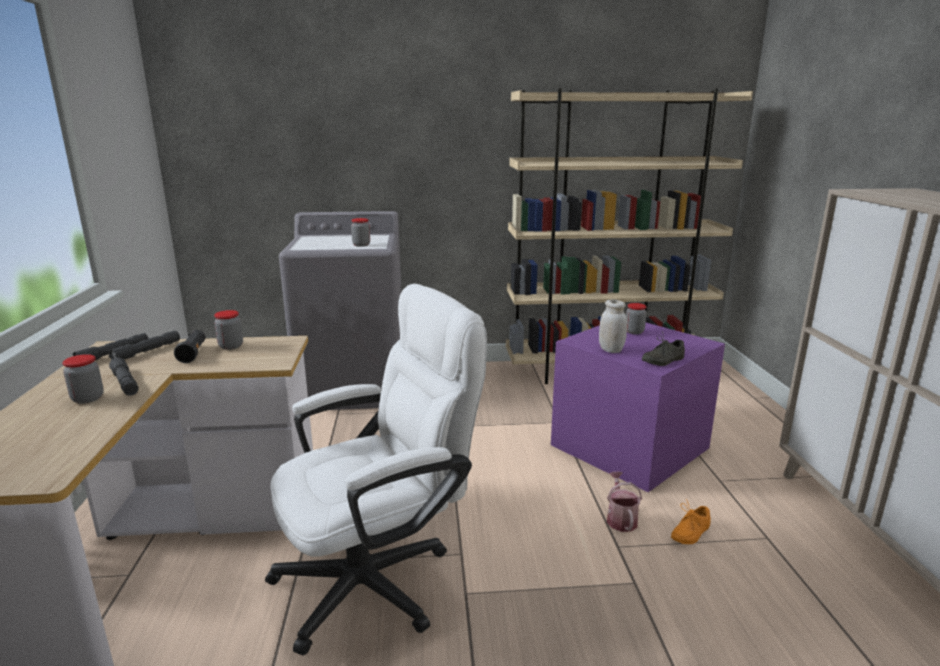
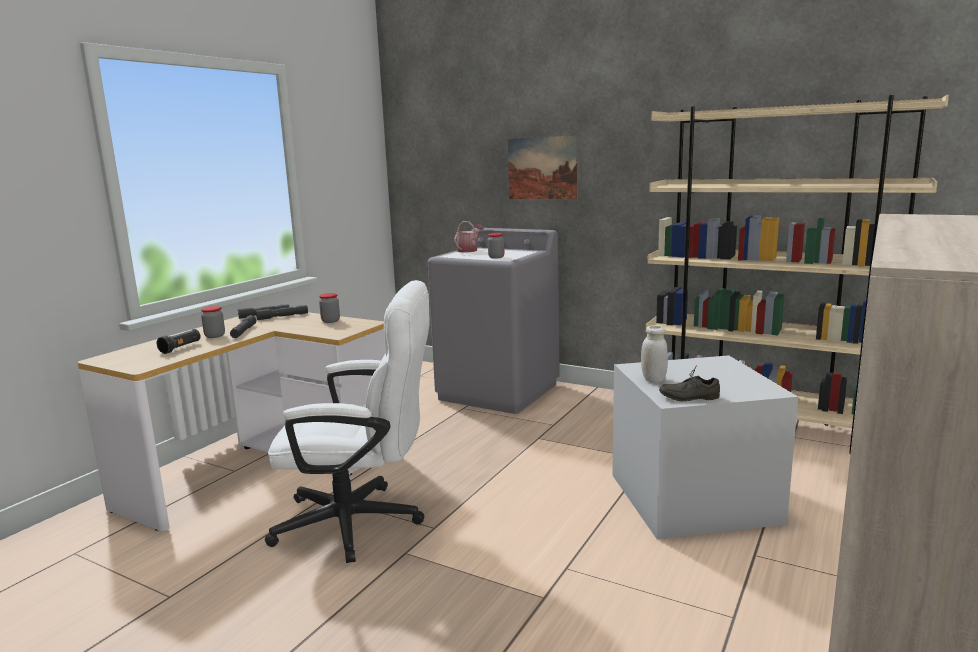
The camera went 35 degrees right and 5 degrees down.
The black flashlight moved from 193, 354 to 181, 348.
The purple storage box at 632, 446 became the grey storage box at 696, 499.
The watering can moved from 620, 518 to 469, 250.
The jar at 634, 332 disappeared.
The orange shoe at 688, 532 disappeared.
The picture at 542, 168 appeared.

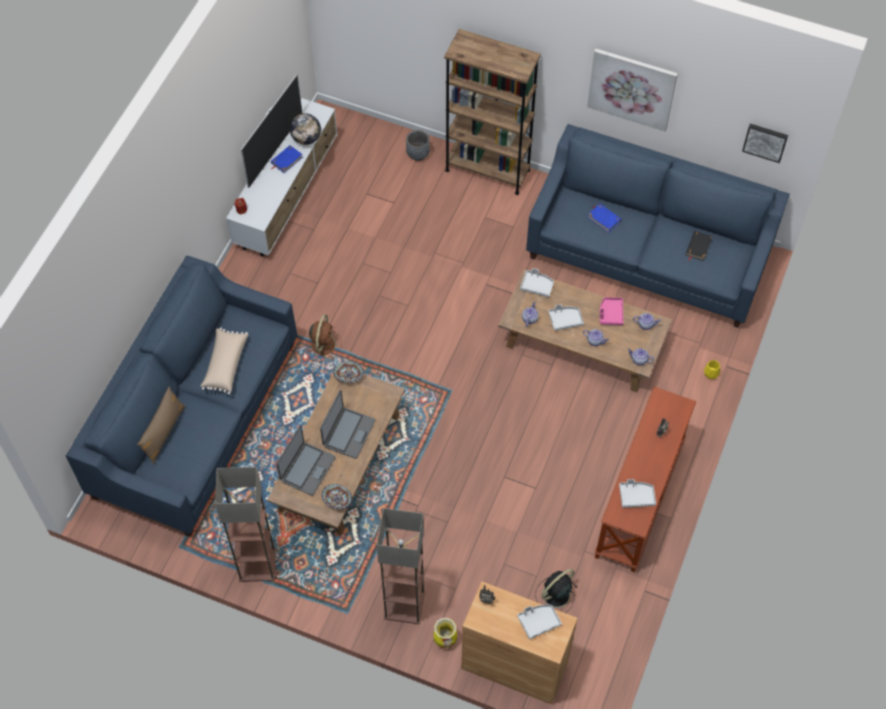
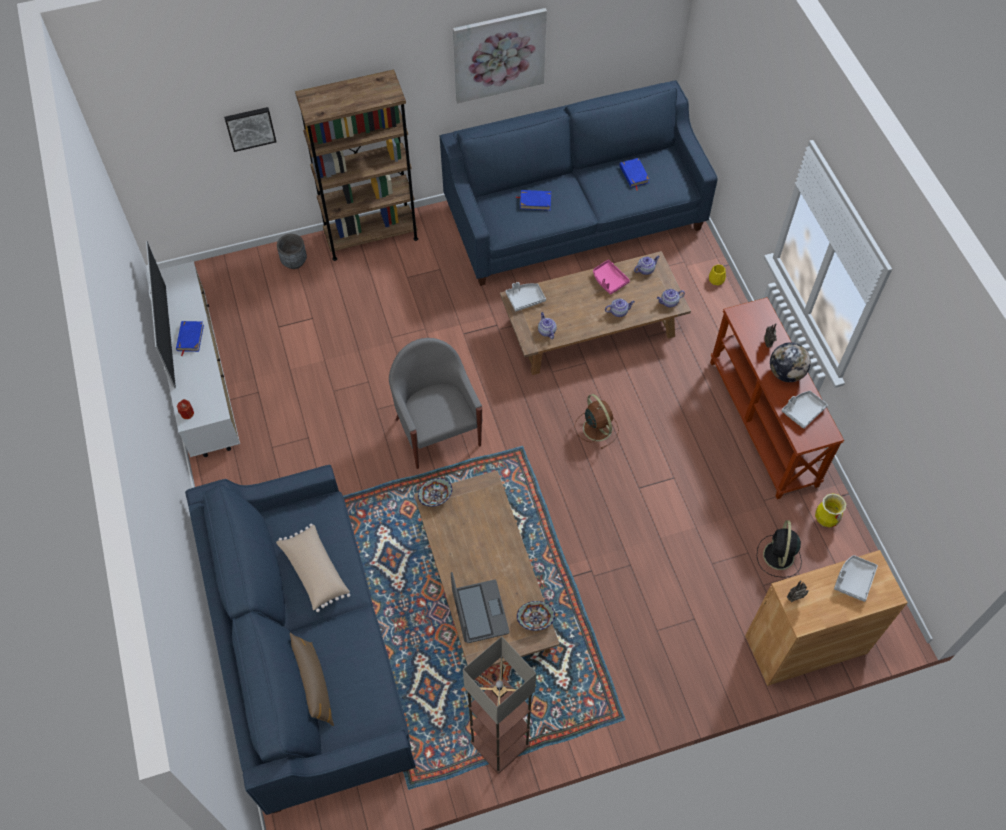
The camera went 40 degrees left and 0 degrees up.
The globe moved from 306, 138 to 786, 373.
The brown fan moved from 323, 344 to 596, 427.
The laptop at 348, 433 disappeared.
The floor lamp at 403, 605 disappeared.
The vase moved from 445, 640 to 824, 520.
The grey tray at 565, 320 disappeared.
The black book at 698, 247 became the blue book at 634, 174.
The picture moved from 765, 141 to 250, 127.
The grey armchair at 437, 430 appeared.

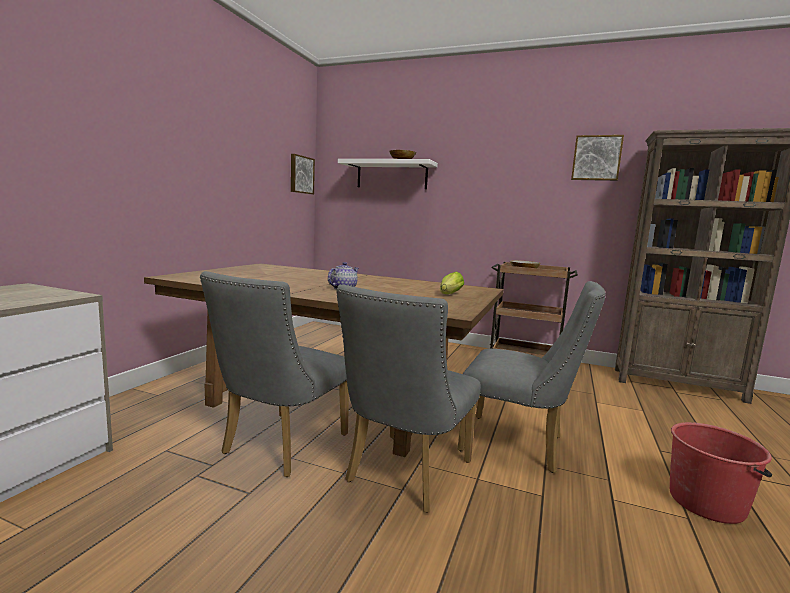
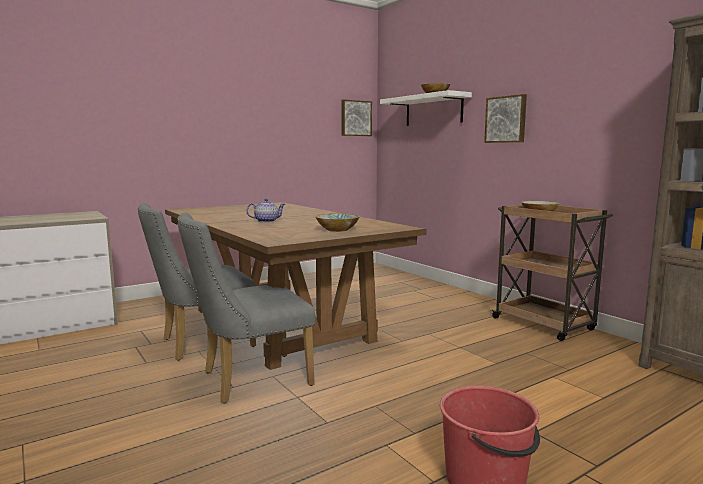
The camera went 35 degrees right and 0 degrees up.
The lettuce at 449, 295 was replaced by the bowl at 338, 230.
The grey chair at 520, 445 disappeared.
The picture moved from 596, 158 to 506, 119.

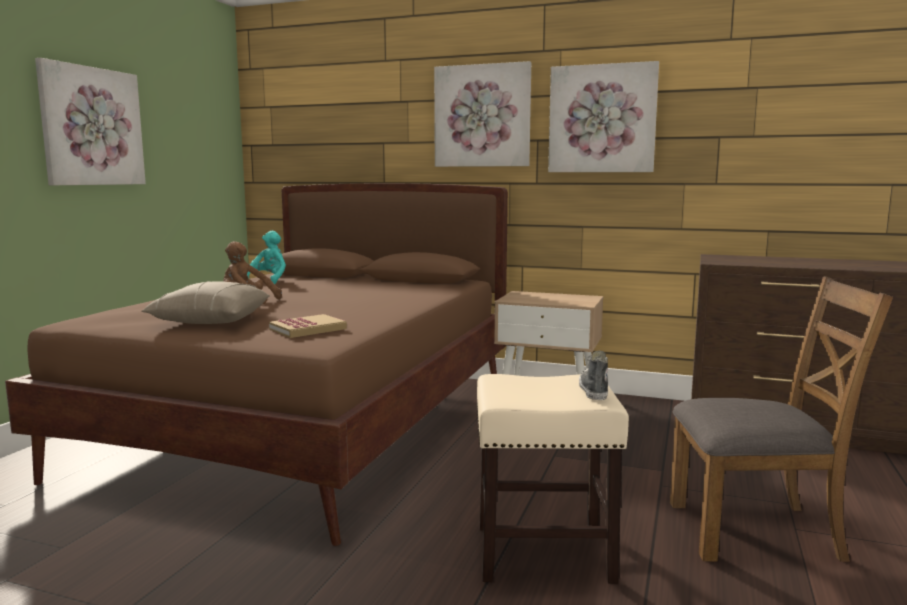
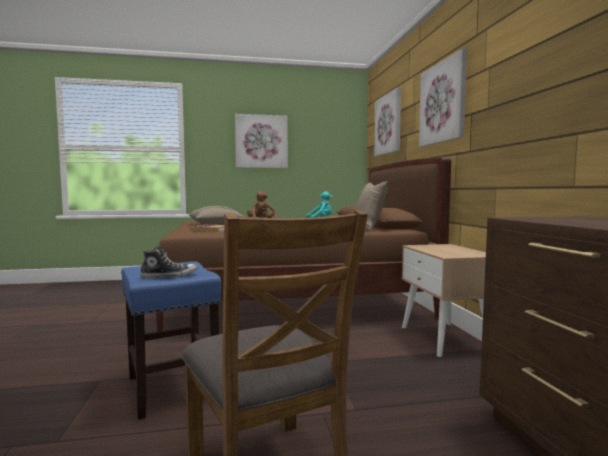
The camera went 60 degrees right and 5 degrees down.
The beige stool at 541, 553 became the blue stool at 171, 386.
The picture moved from 602, 119 to 388, 124.
The beige pillow at 367, 228 appeared.

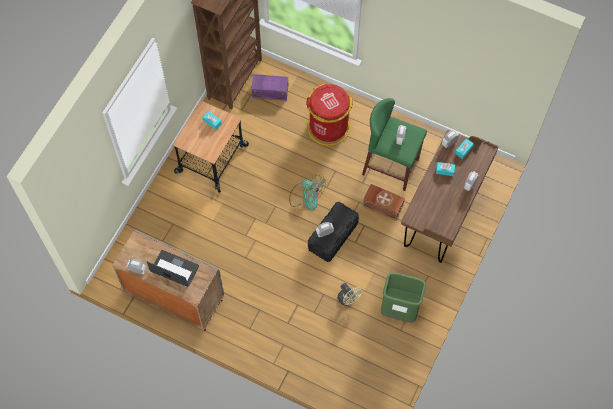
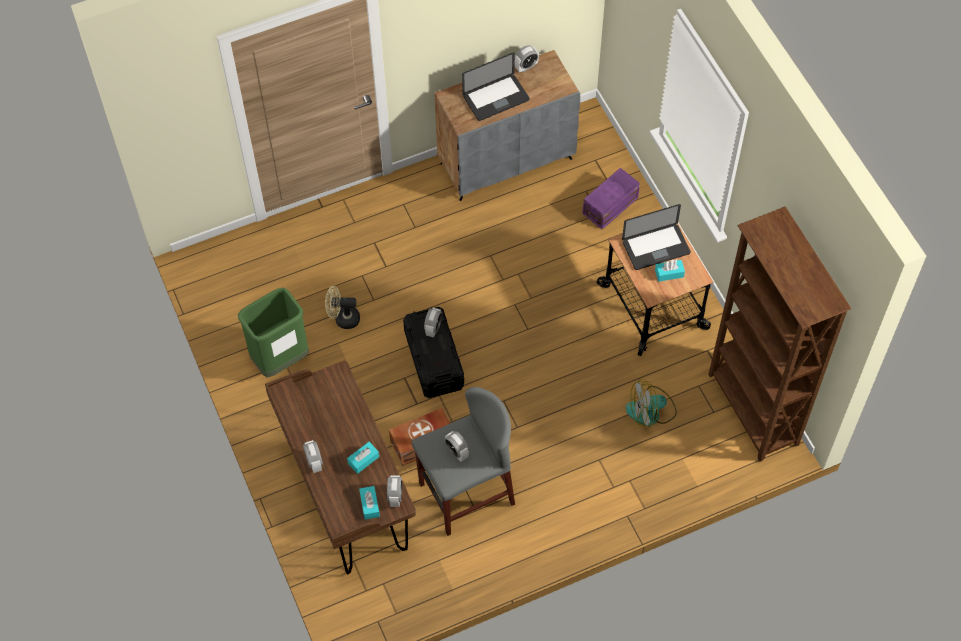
The camera went 130 degrees right and 5 degrees down.
The purple storage box moved from 269, 91 to 611, 206.
The fan moved from 306, 196 to 651, 411.
The red trash can at 328, 127 disappeared.
The green stool at 390, 166 became the grey stool at 466, 494.
The laptop at 656, 247 appeared.

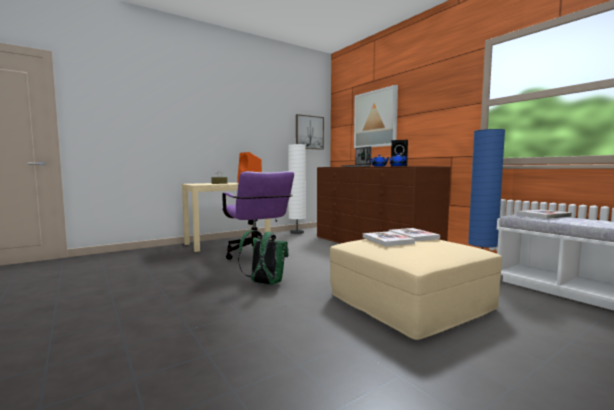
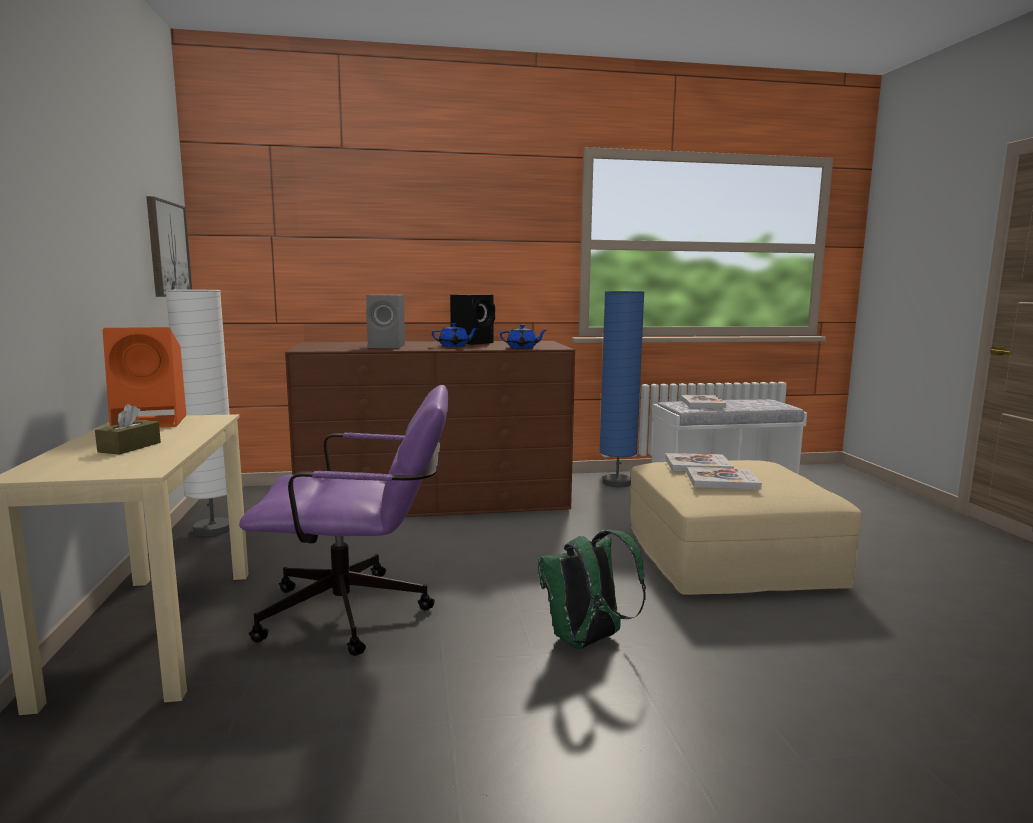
The camera went 65 degrees left and 5 degrees up.
The laptop at 356, 166 was replaced by the grey speaker at 388, 346.
The picture at 375, 119 disappeared.

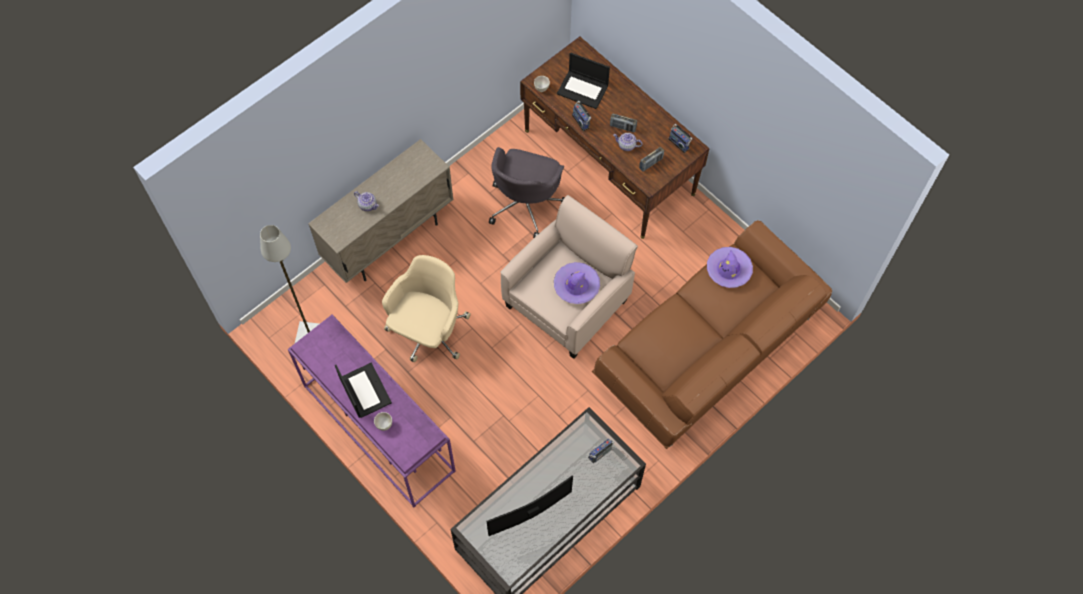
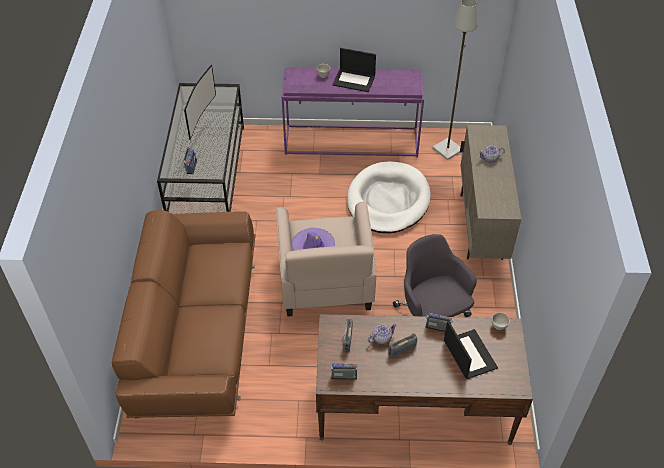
The camera went 135 degrees right and 15 degrees down.
The beige office chair at 428, 332 was replaced by the white dog bed at 388, 200.
The laptop at 583, 89 turned 90 degrees clockwise.
The purple hat at 729, 270 disappeared.

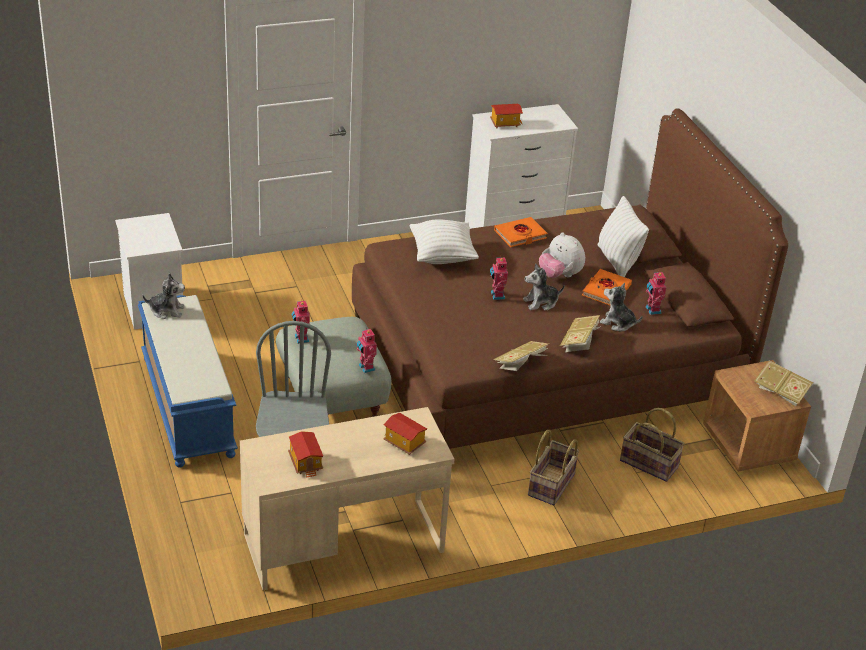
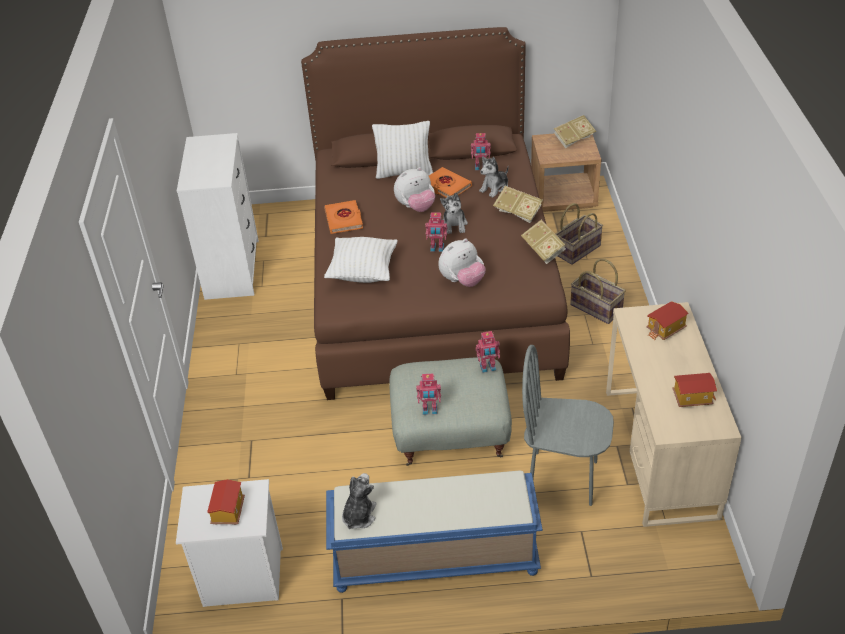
The camera went 70 degrees left and 5 degrees up.
The toy house moved from 505, 123 to 227, 511.
The plush toy at 462, 281 appeared.

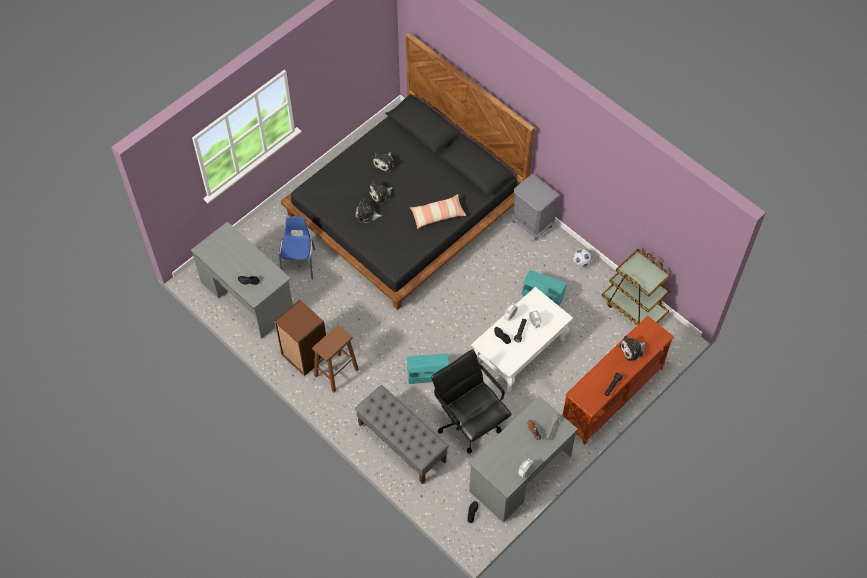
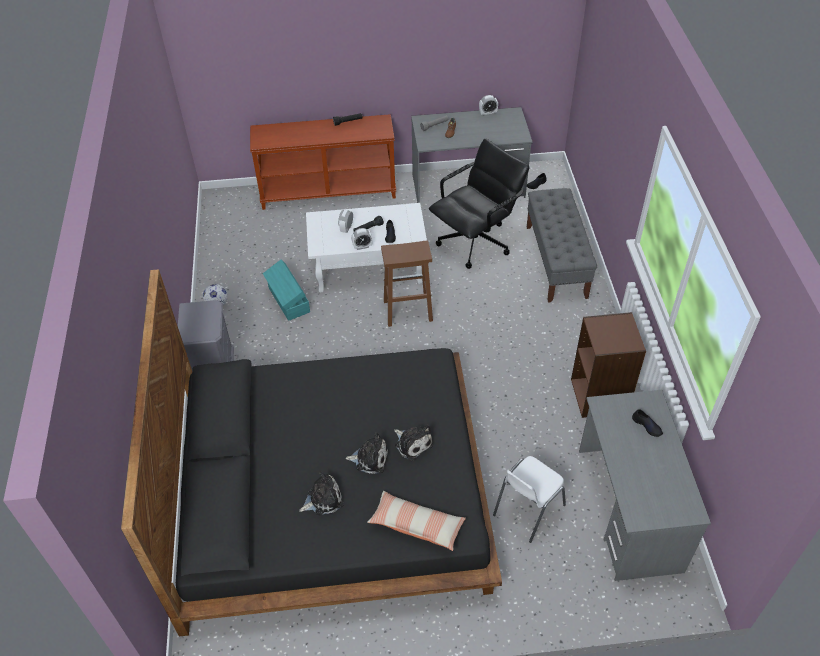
The camera went 140 degrees left and 10 degrees down.
The blue chair at 299, 263 became the white chair at 527, 510.
The brown stool moved from 337, 372 to 407, 311.
The turquoise storage box at 427, 373 disappeared.
The pillow moved from 437, 215 to 417, 525.
The black office chair at 469, 422 turned 135 degrees counterclockwise.
The brown cart at 634, 307 disappeared.
The plush toy at 632, 350 disappeared.

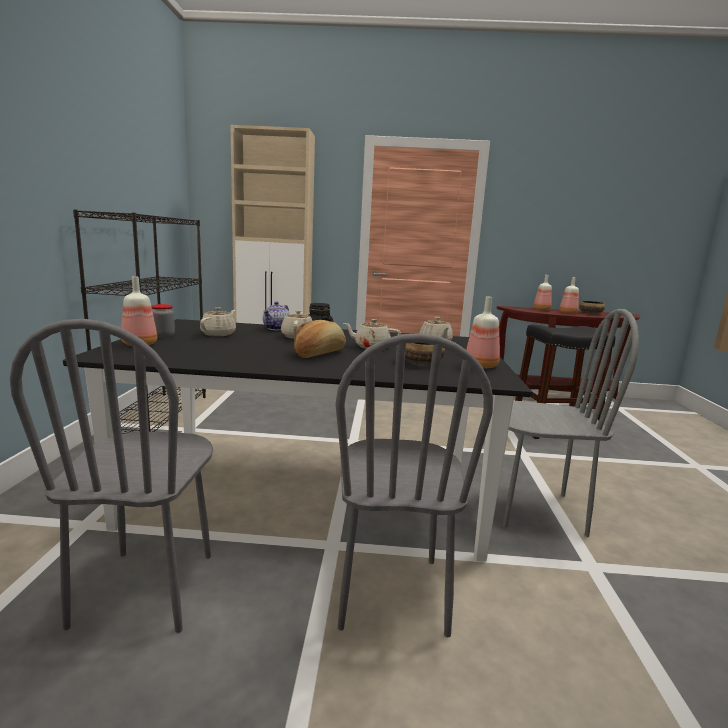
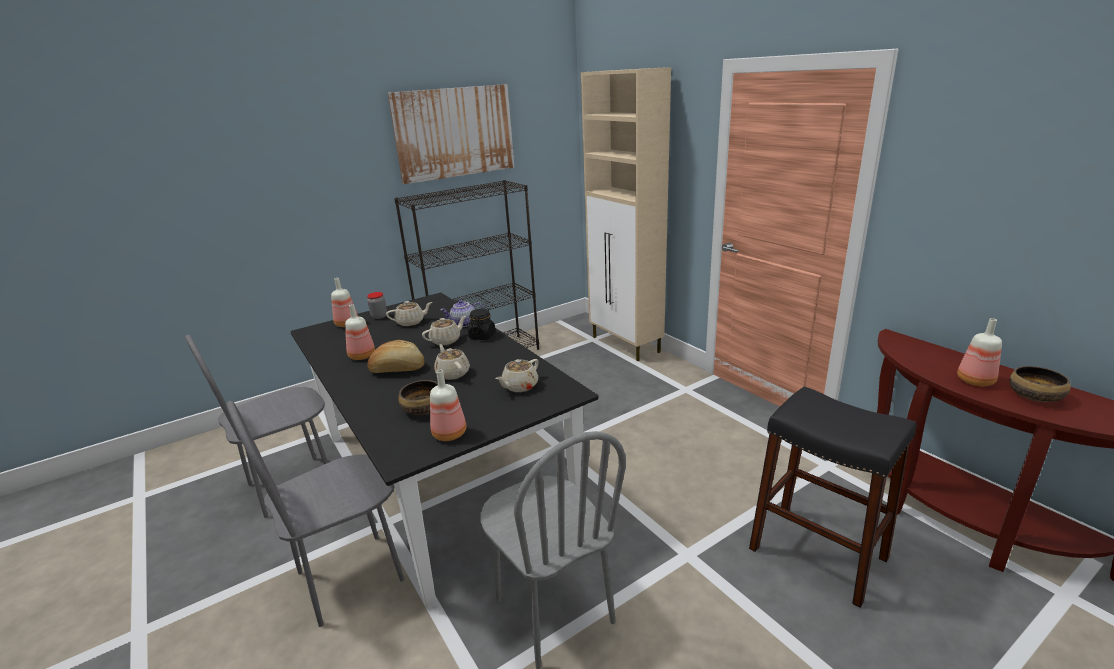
The camera went 55 degrees right and 10 degrees up.
The bottle moved from 542, 309 to 361, 356.
The picture at 455, 132 appeared.

